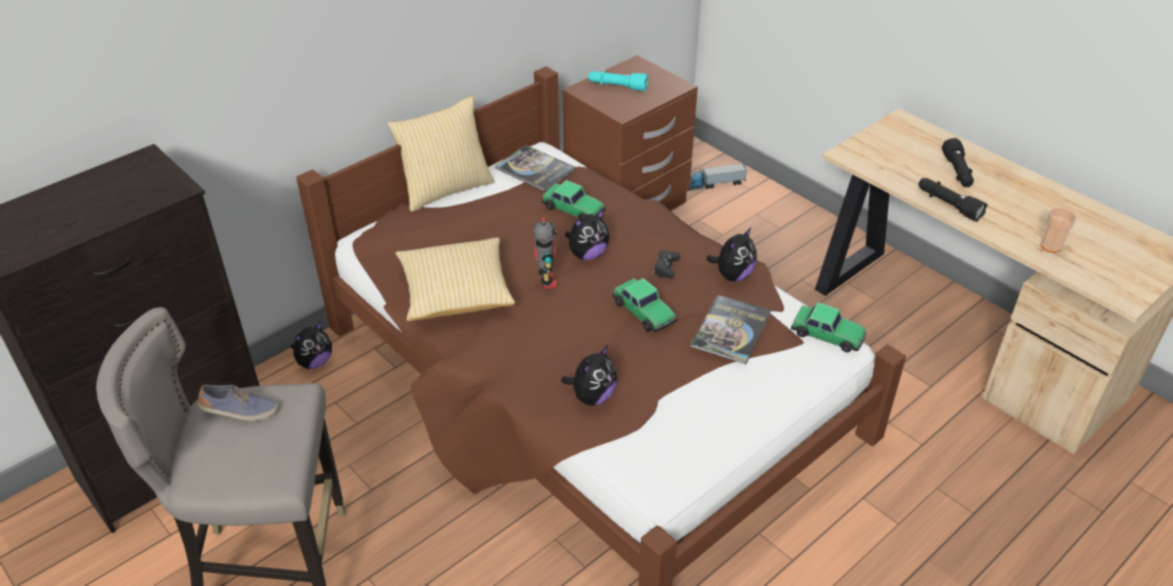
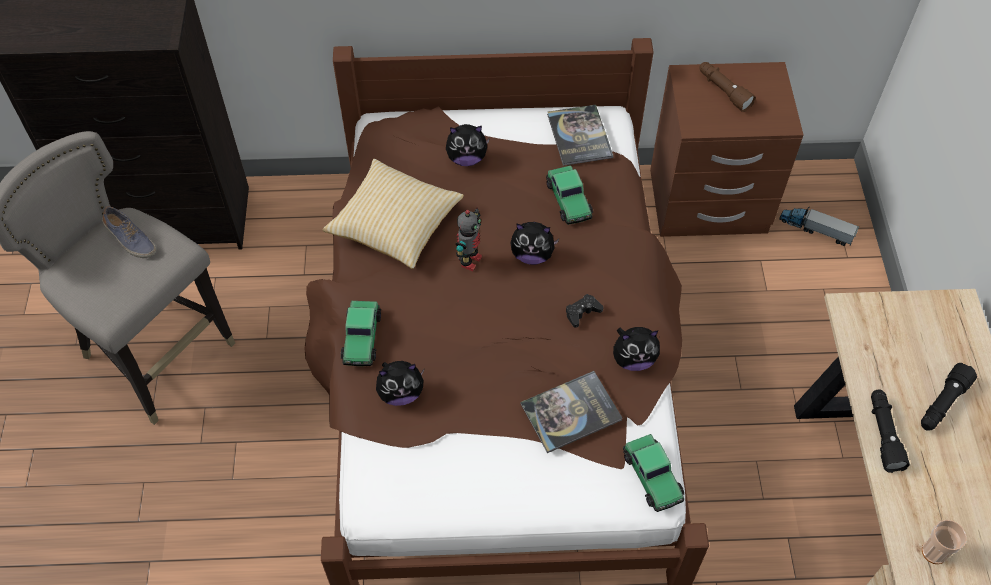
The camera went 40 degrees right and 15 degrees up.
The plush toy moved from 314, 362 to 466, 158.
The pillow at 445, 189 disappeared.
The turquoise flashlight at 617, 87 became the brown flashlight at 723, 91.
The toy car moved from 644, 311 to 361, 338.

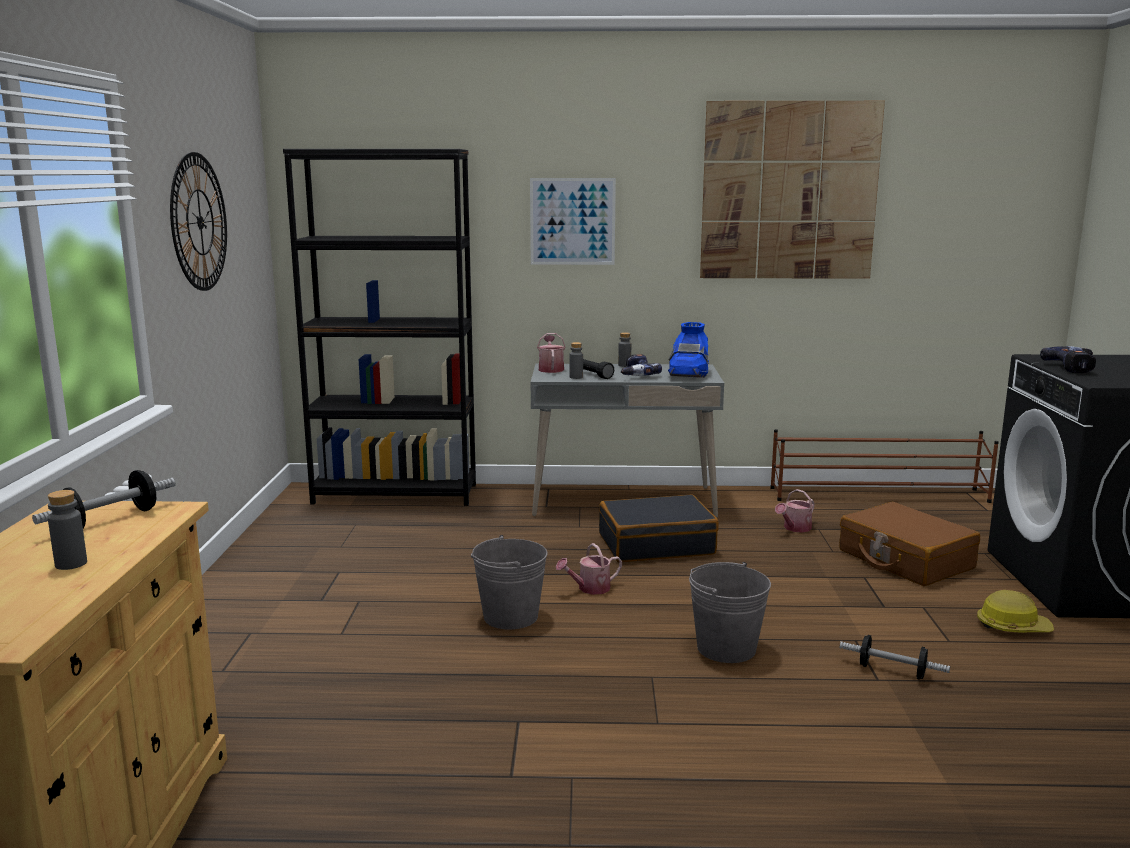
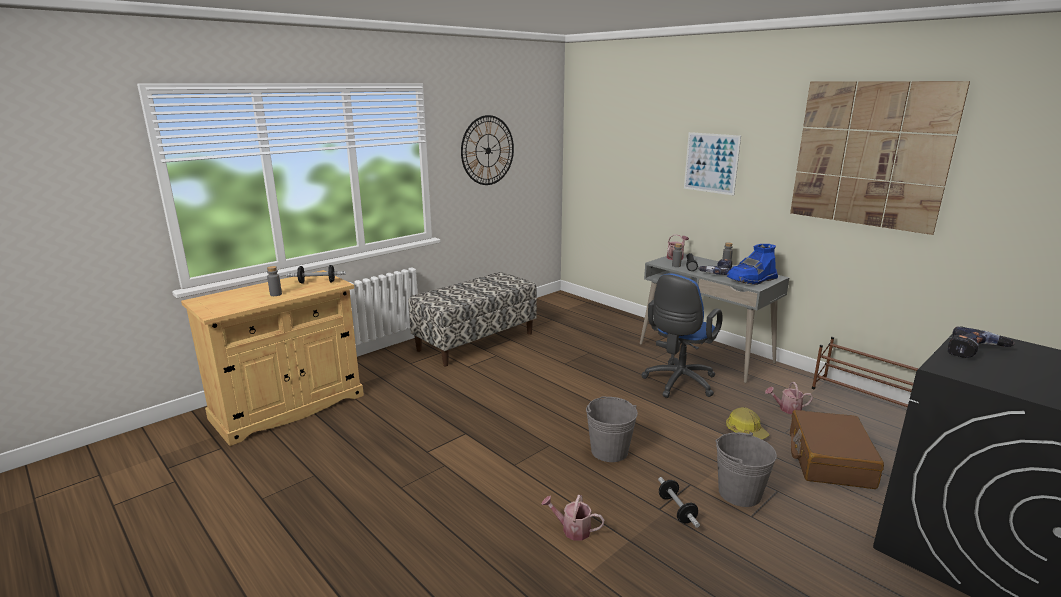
The camera went 45 degrees right and 5 degrees up.
The black bookcase at 396, 494 disappeared.
The grey bucket moved from 510, 616 to 739, 493.
The watering can moved from 590, 588 to 572, 529.
The black suitcase at 656, 544 was replaced by the blue office chair at 678, 383.
The hard hat moved from 1012, 627 to 745, 431.
The bench at 476, 341 appeared.

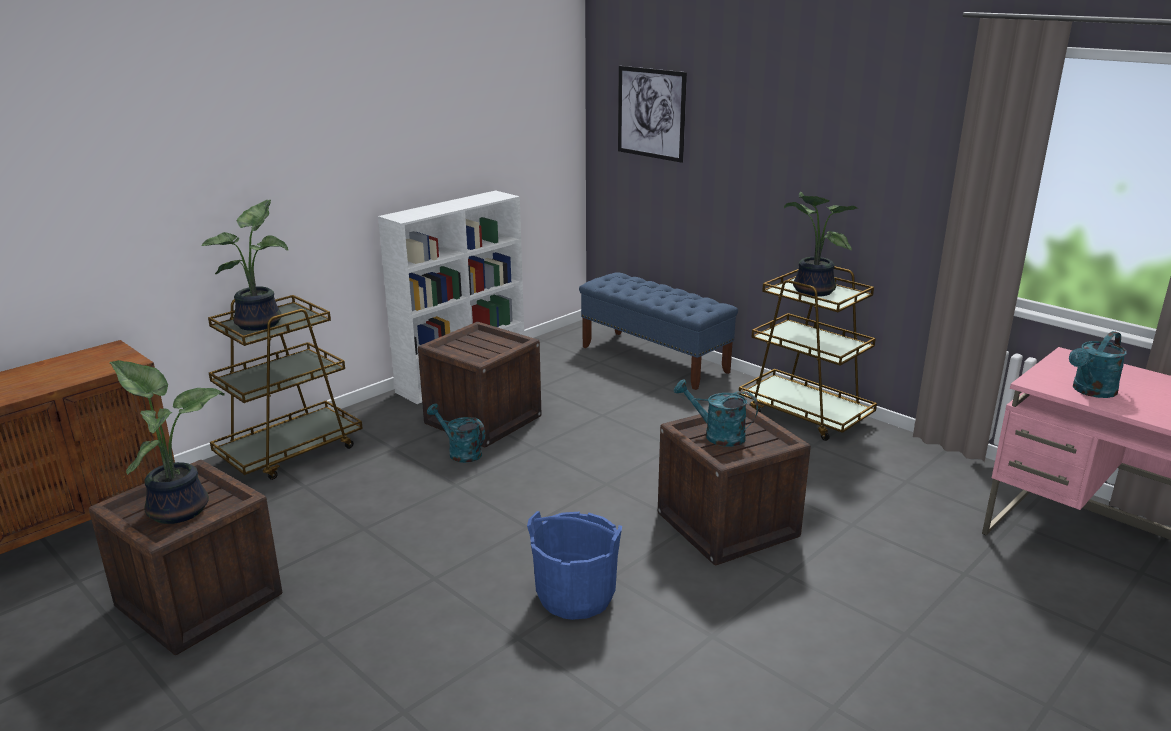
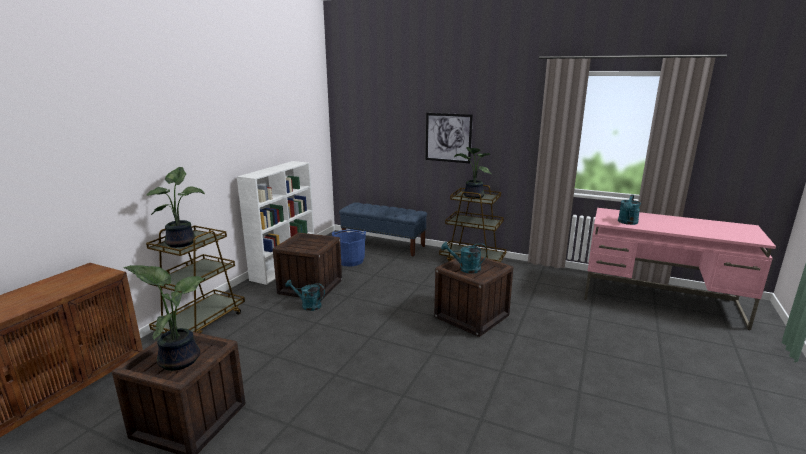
The camera went 20 degrees left and 5 degrees down.
The blue bucket moved from 576, 595 to 350, 261.
The picture moved from 651, 113 to 448, 137.

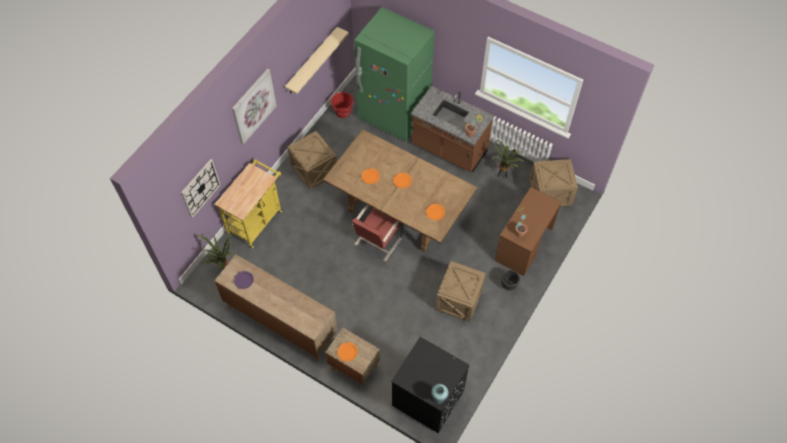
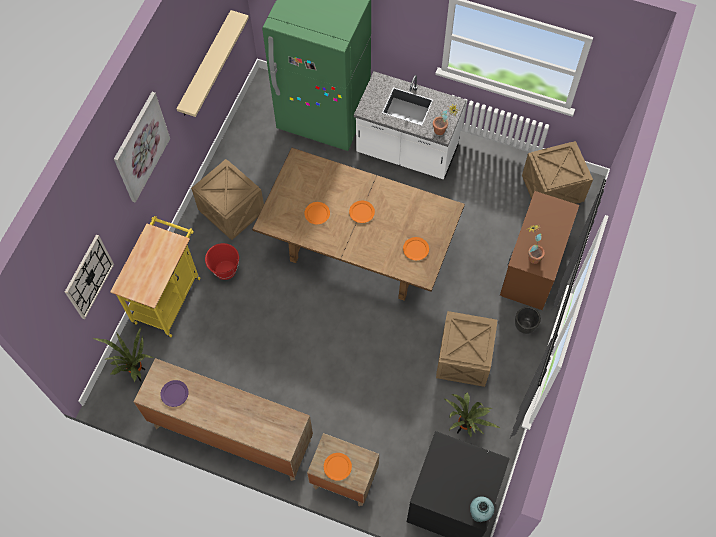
The camera went 10 degrees left and 5 degrees up.
The red bucket moved from 342, 112 to 225, 270.
The red chair at 377, 241 disappeared.
The brown counter at 449, 149 became the white counter at 407, 152.
The potted plant moved from 502, 175 to 464, 430.

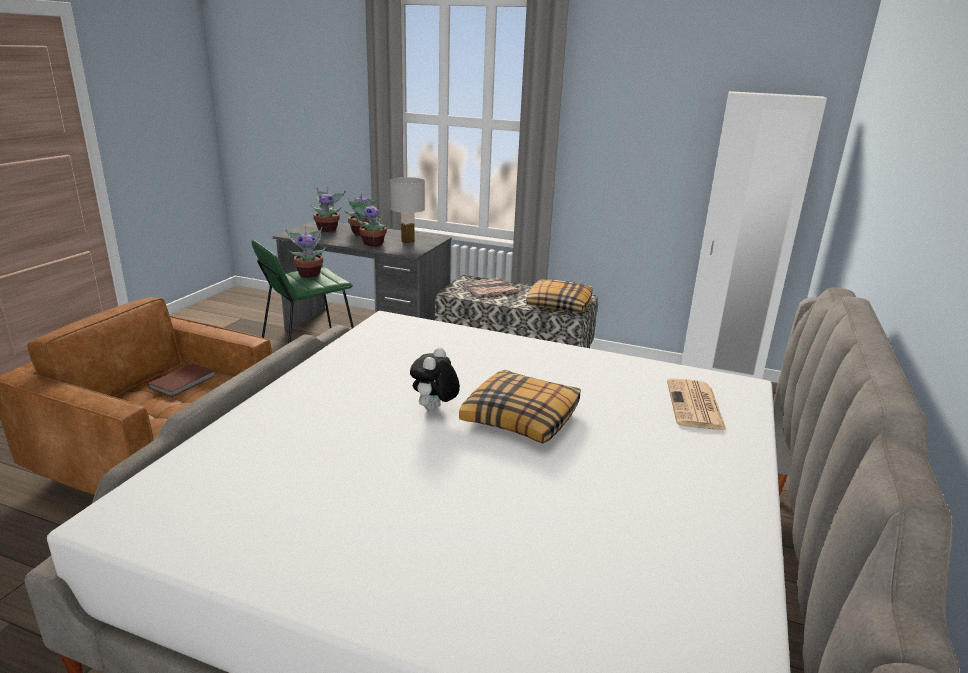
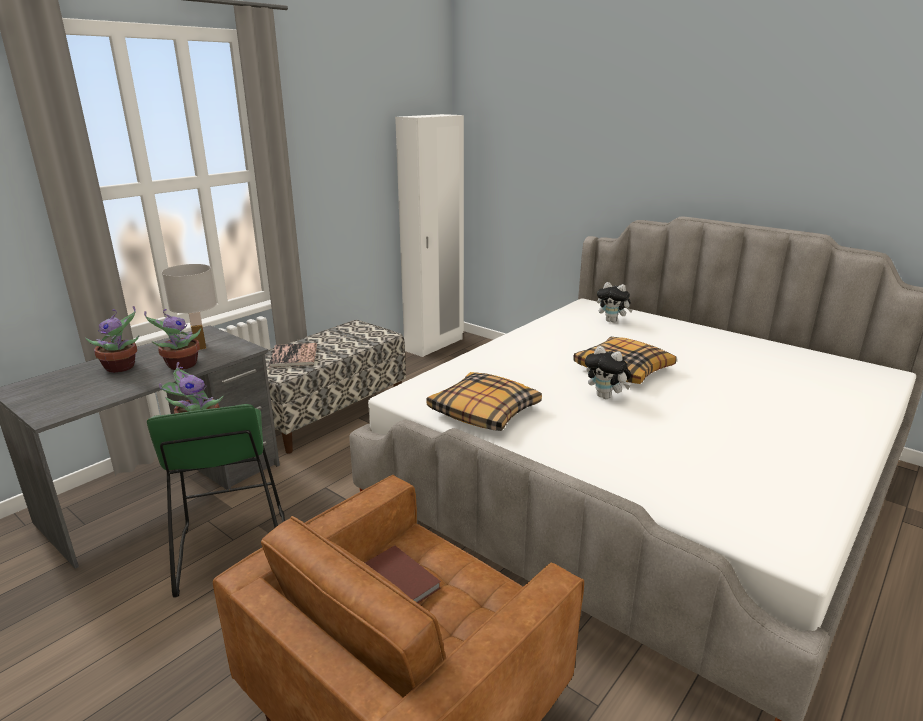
The camera went 70 degrees left and 0 degrees up.
The potted plant at 328, 229 disappeared.
The pillow moved from 558, 304 to 483, 412.
The newspaper at 695, 406 was replaced by the plush toy at 612, 321.

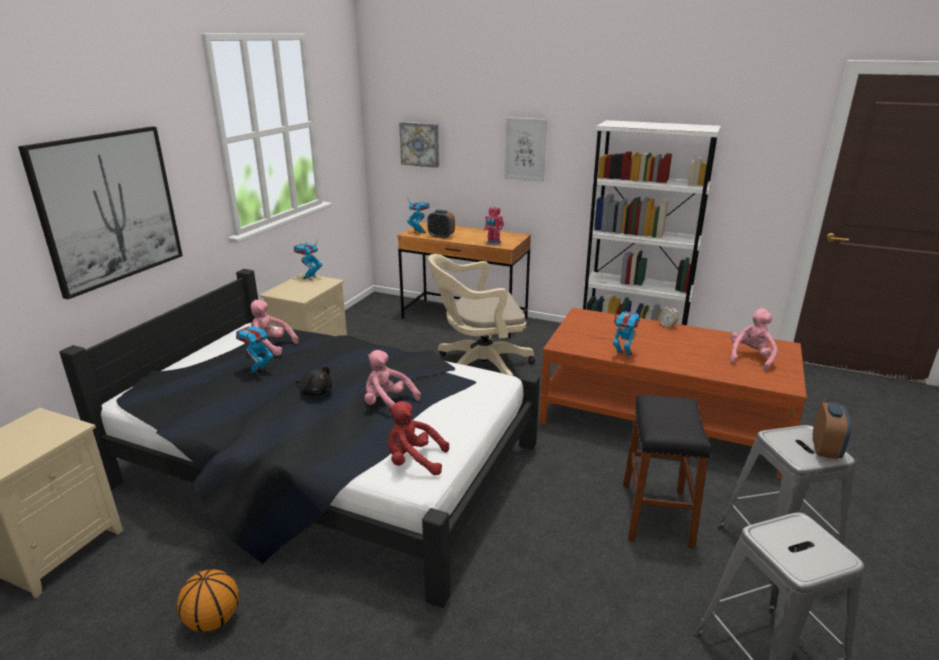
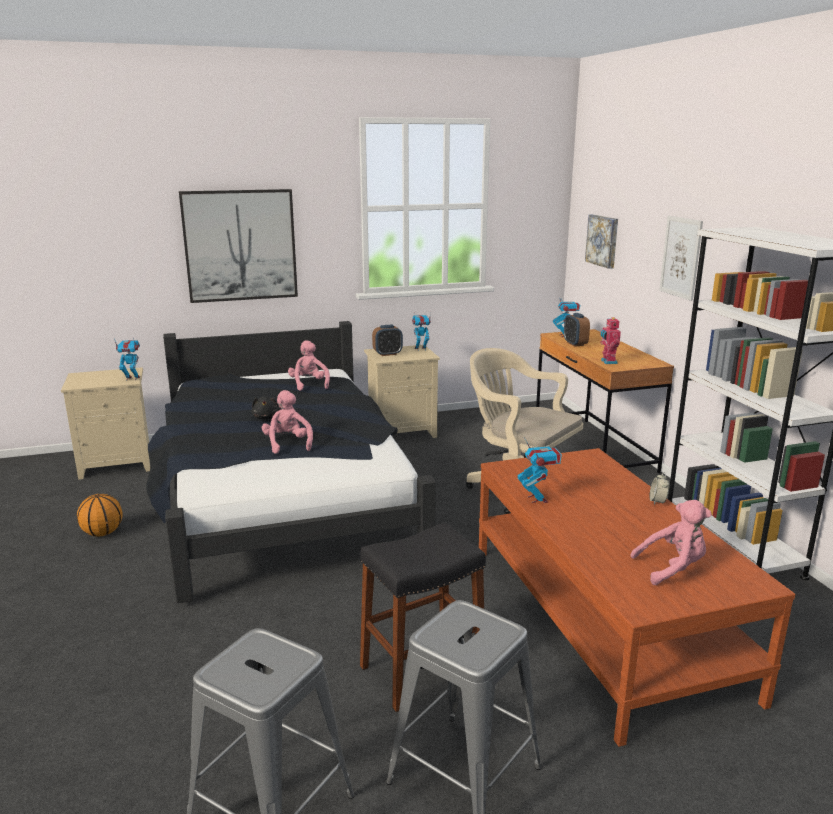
The camera went 50 degrees right and 5 degrees down.
The toy robot moved from 258, 371 to 132, 378.
The red plush toy at 414, 461 disappeared.
The alarm clock moved from 825, 450 to 387, 354.

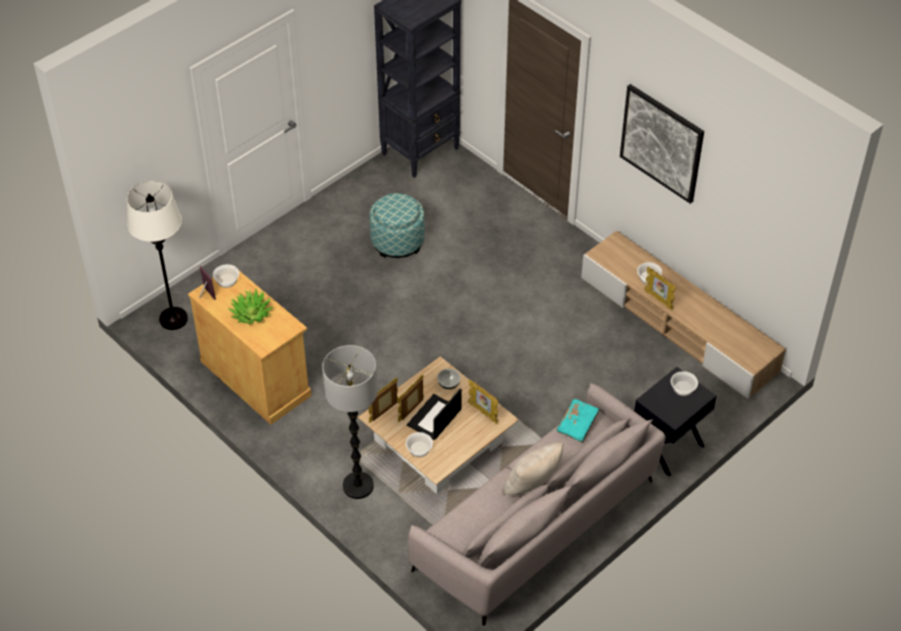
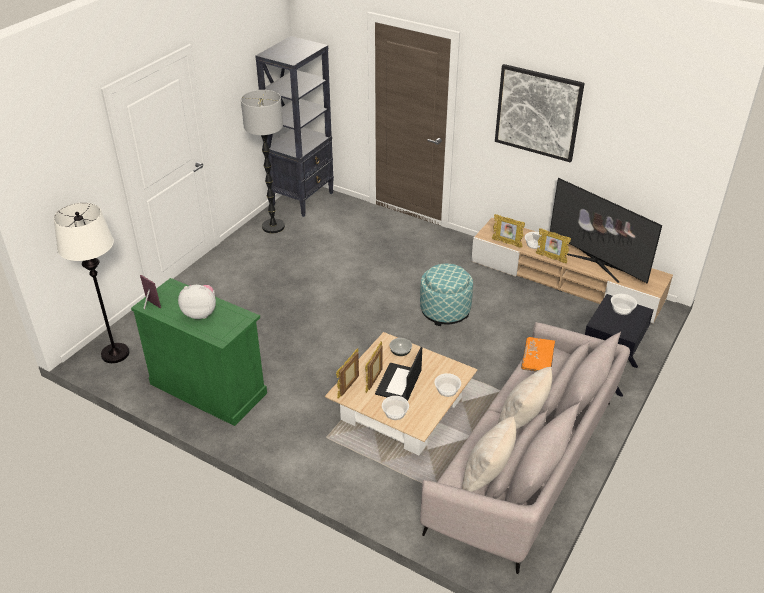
The camera went 15 degrees left and 10 degrees down.
The beige cabinet at 256, 378 became the green cabinet at 208, 388.
The bowl moved from 226, 281 to 447, 390.
The potted plant at 251, 313 was replaced by the plush toy at 200, 313.
The floor lamp moved from 358, 486 to 273, 227.
The ottoman moved from 397, 241 to 445, 311.
The picture frame moved from 483, 413 to 507, 243.
The turquoise book at 577, 425 became the orange book at 537, 360.
The beige pillow at 487, 475 appeared.
The television at 596, 263 appeared.

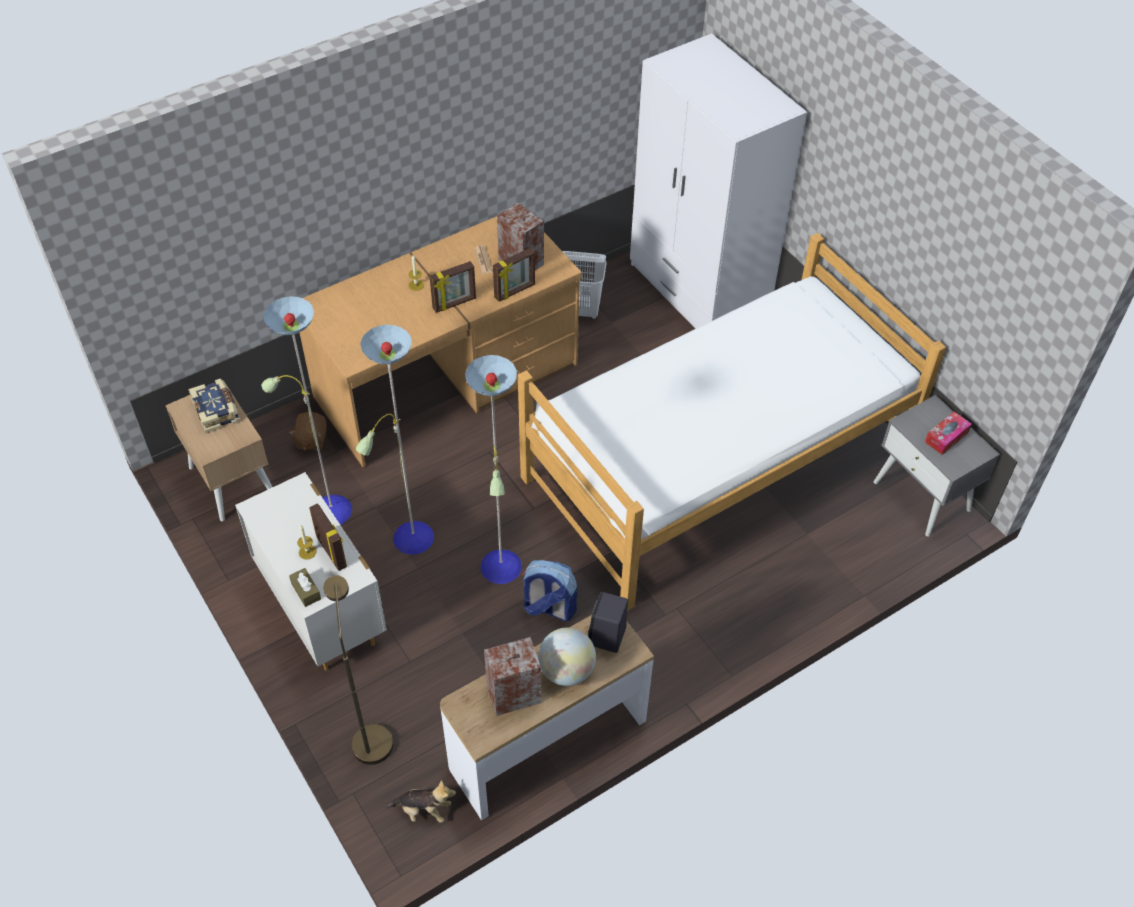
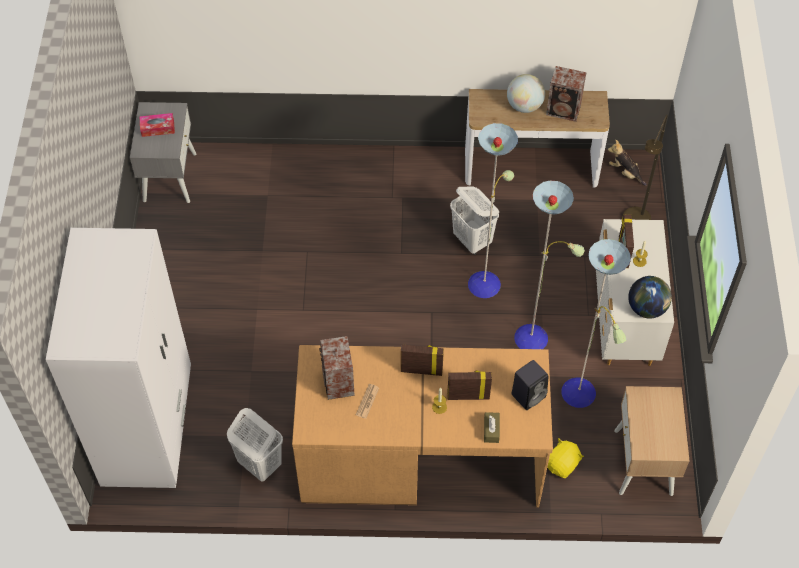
The camera went 145 degrees left and 5 degrees up.
The book at 217, 411 disappeared.
The brown plush toy at 311, 440 became the yellow plush toy at 562, 464.
The brown tissue box moved from 306, 591 to 491, 430.
The picture frame moved from 515, 291 to 468, 396.
The bed at 718, 464 disappeared.
The backpack at 548, 608 was replaced by the white laundry basket at 472, 241.
The black speaker moved from 607, 637 to 529, 395.
The globe at 647, 308 appeared.

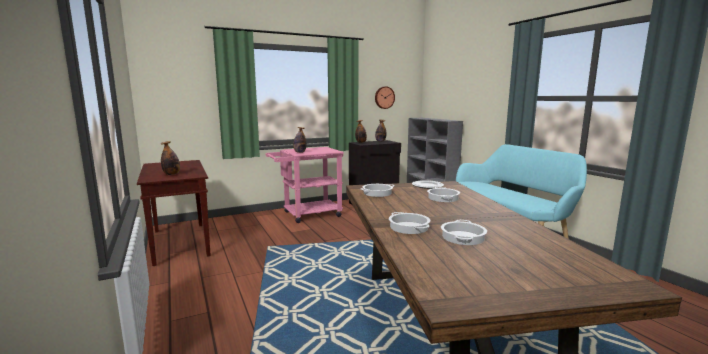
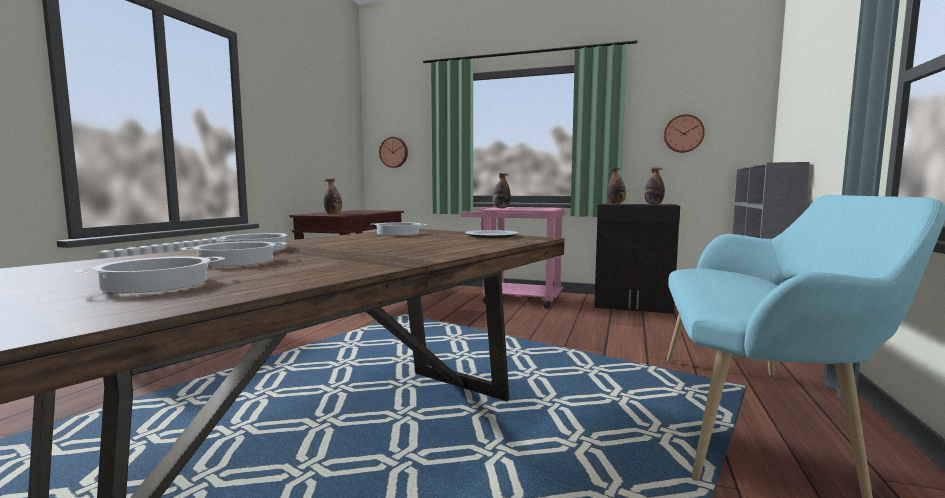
The camera went 45 degrees right and 5 degrees down.
The cooking pot moved from 443, 198 to 155, 284.
The wall clock at 394, 152 appeared.

